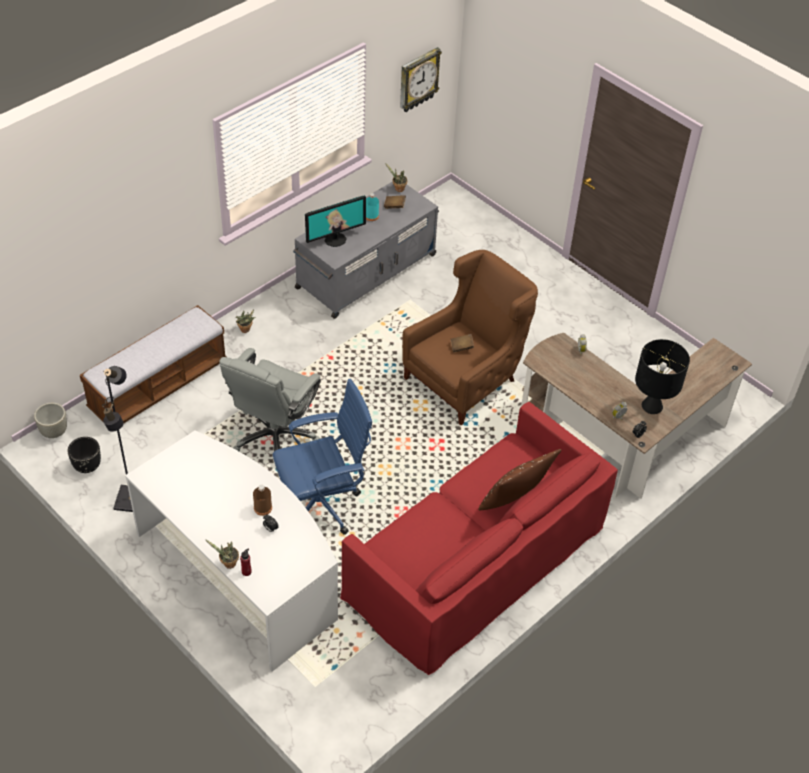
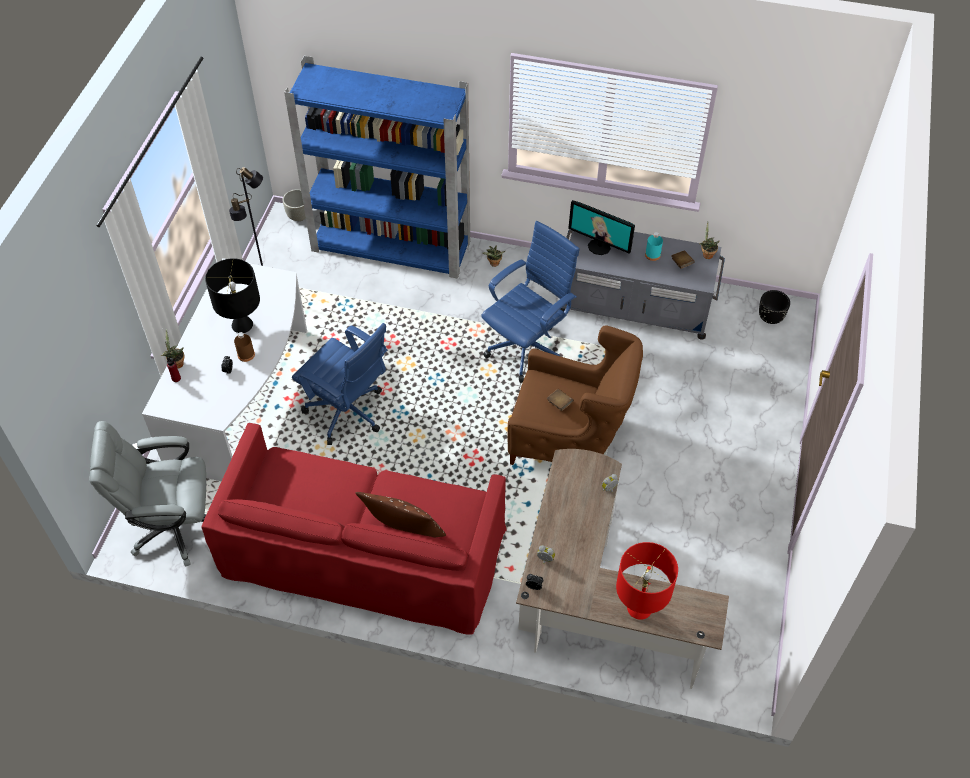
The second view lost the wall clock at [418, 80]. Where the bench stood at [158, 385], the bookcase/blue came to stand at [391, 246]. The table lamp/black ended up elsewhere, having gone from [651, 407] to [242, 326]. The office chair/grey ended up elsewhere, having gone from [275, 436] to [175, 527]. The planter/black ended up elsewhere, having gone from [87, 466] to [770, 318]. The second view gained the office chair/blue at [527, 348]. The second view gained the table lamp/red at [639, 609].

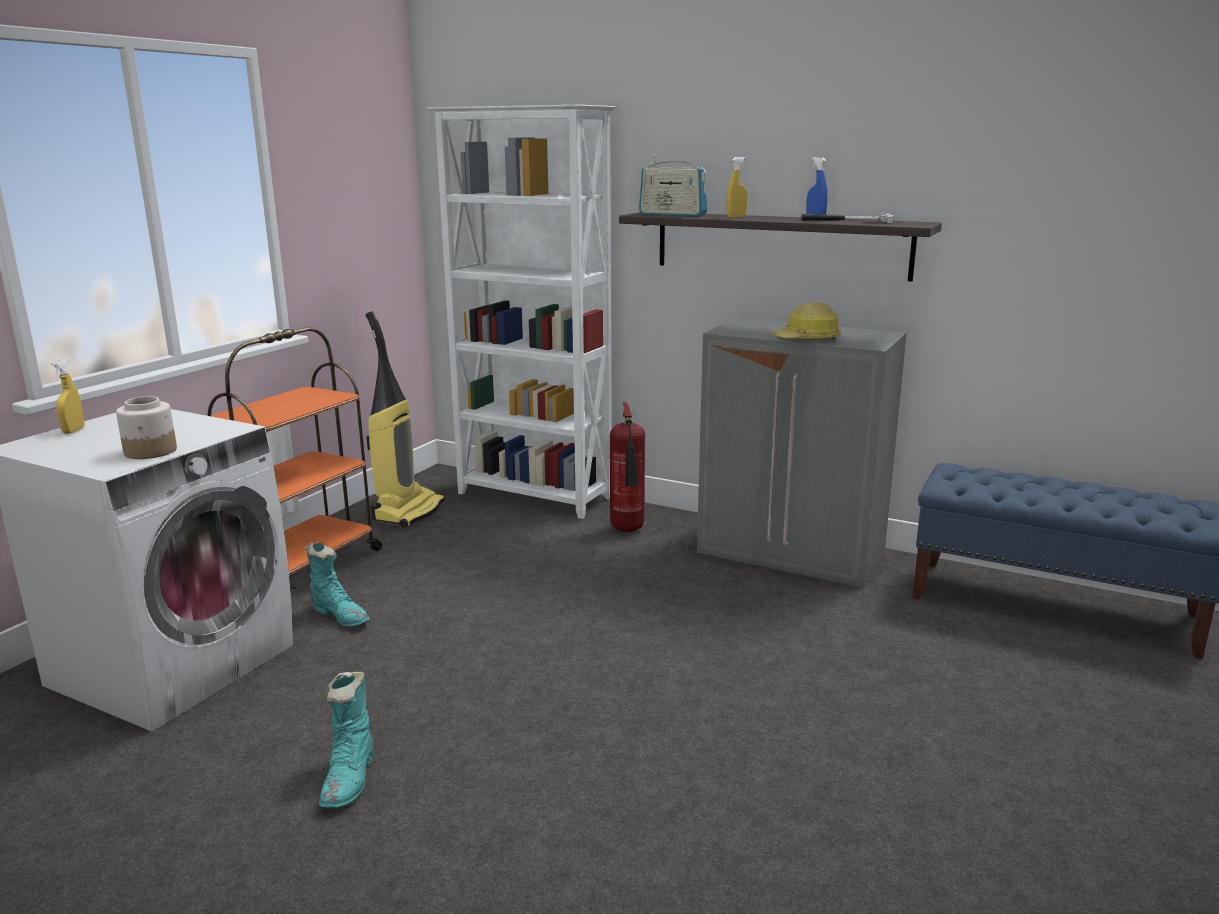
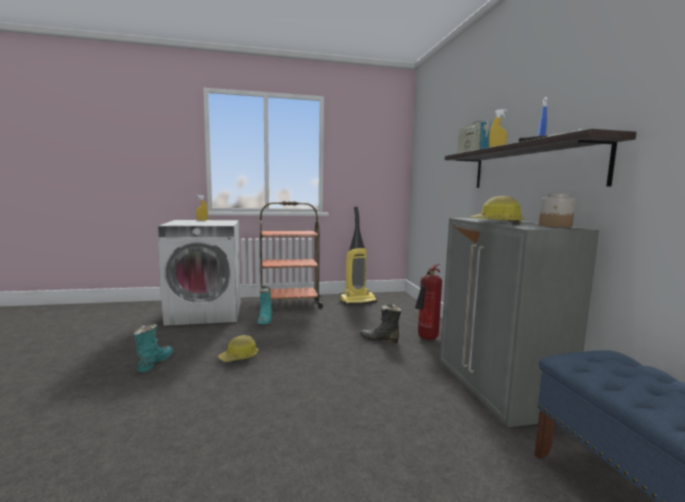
The second view lost the bookcase/white at [534, 496]. The jar ended up elsewhere, having gone from [151, 451] to [555, 226]. The boot/turquoise at [350, 778] ended up facing another way, 135 degrees clockwise from before. The second view gained the boot/black at [379, 340]. The second view gained the hard hat at [239, 357].

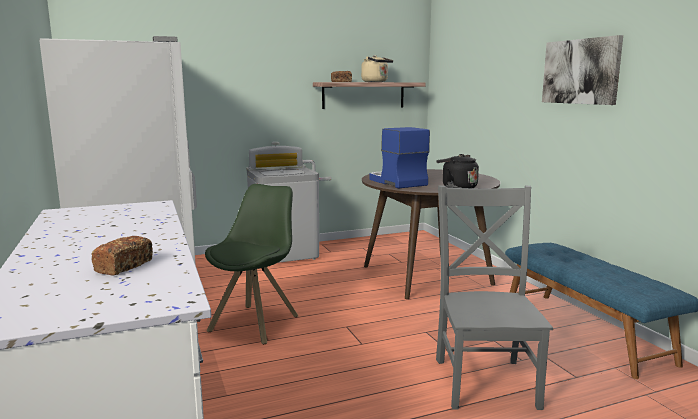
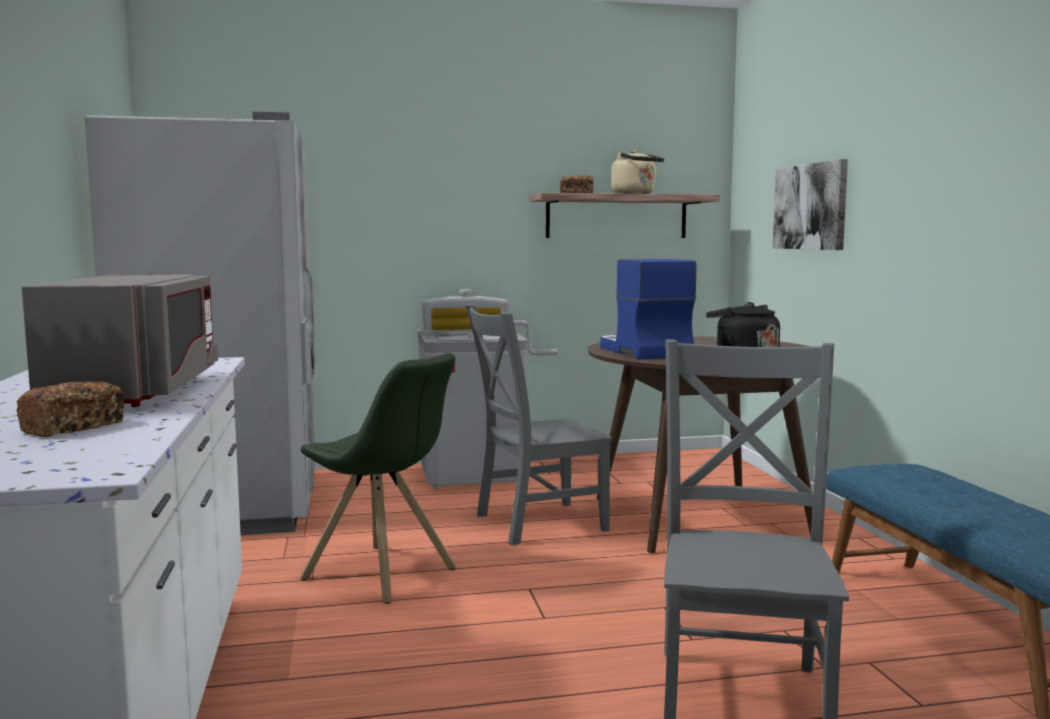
The picture ended up elsewhere, having gone from [580, 71] to [810, 207]. The chair/green at [255, 323] ended up facing another way, 90 degrees clockwise from before. The second view gained the microwave/grey at [136, 392]. The second view gained the chair/grey at [535, 523].

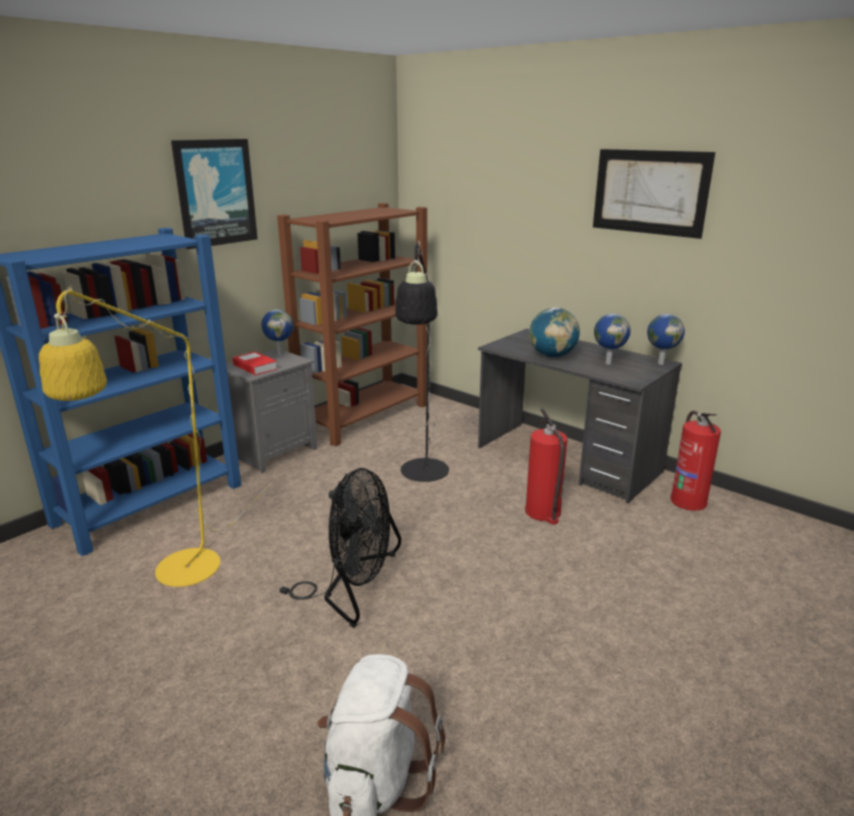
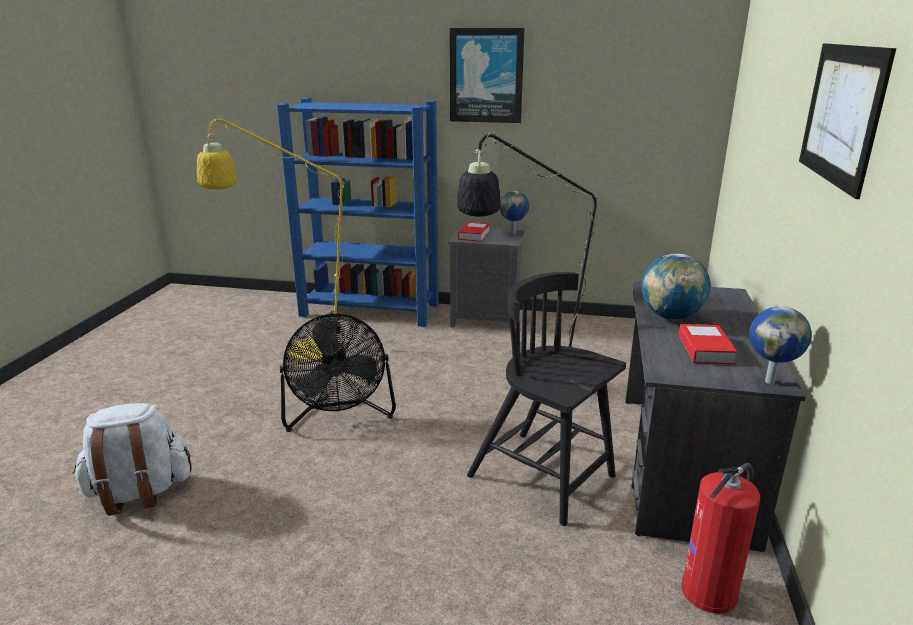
The second view lost the bookcase/brown at [364, 416]. Where the globe stood at [608, 363], the book came to stand at [705, 349]. Where the fire extinguisher stood at [543, 512], the chair/black came to stand at [544, 477].

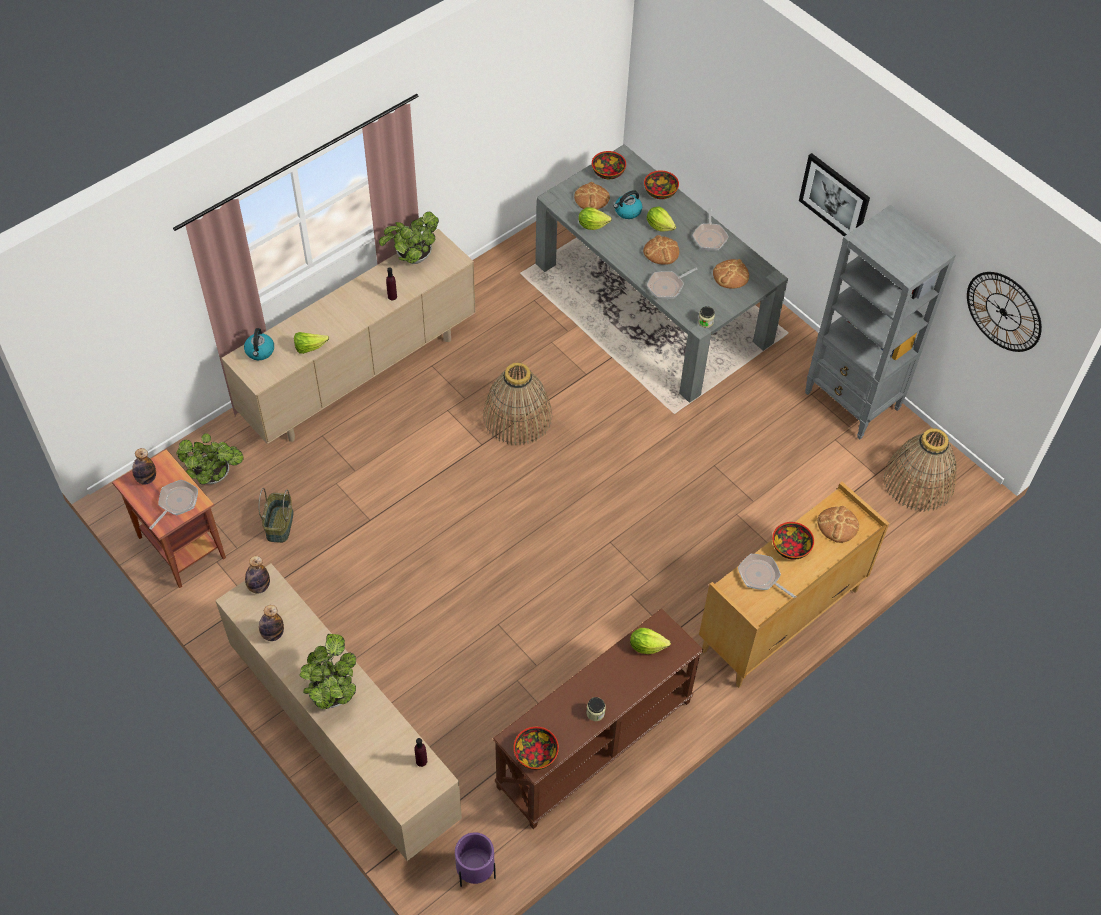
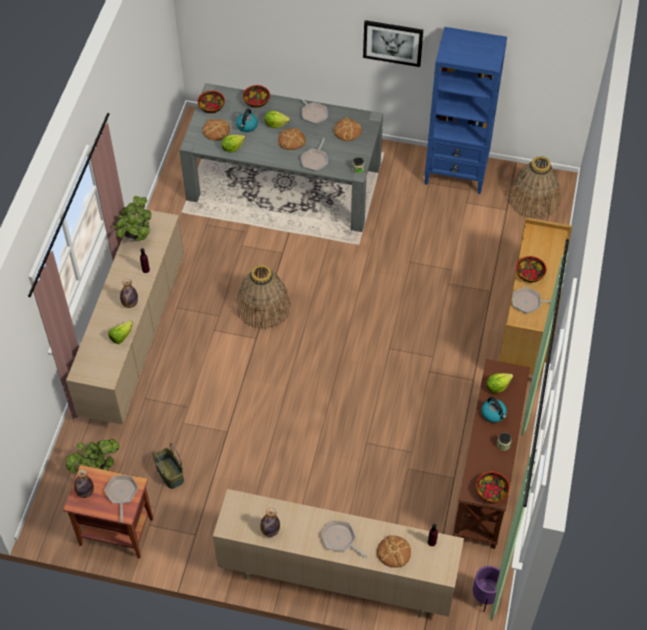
What was the bookcase/grey at [852, 401] turned into the bookcase/blue at [456, 173]. The second view lost the wall clock at [1003, 311]. The kettle ended up elsewhere, having gone from [260, 351] to [494, 414]. The bread ended up elsewhere, having gone from [837, 525] to [393, 552]. The bottle ended up elsewhere, having gone from [259, 587] to [130, 303]. Where the potted plant stood at [332, 692], the frying pan came to stand at [340, 539].

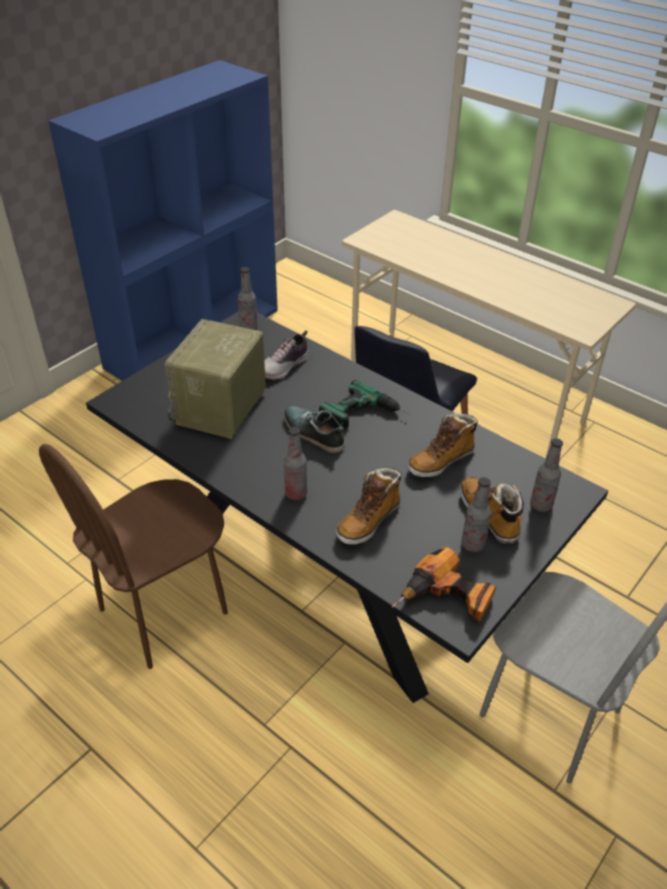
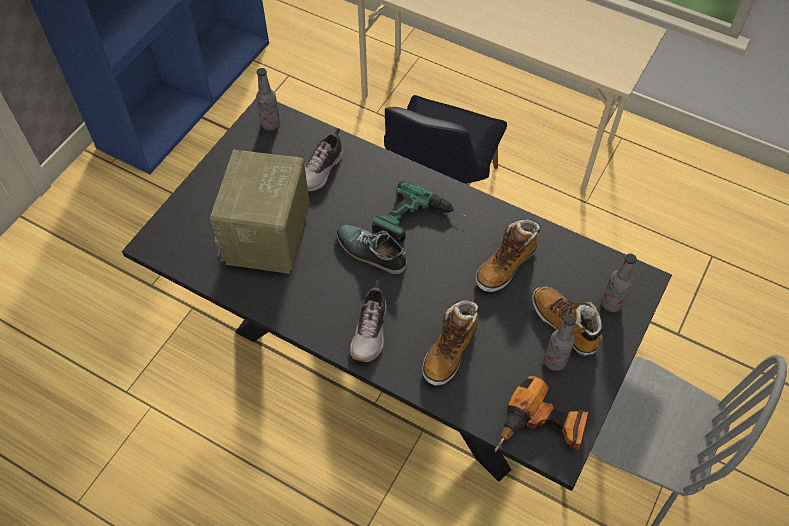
Where the bottle stood at [296, 493], the shoe came to stand at [371, 331]. The second view lost the chair/brown at [164, 612].

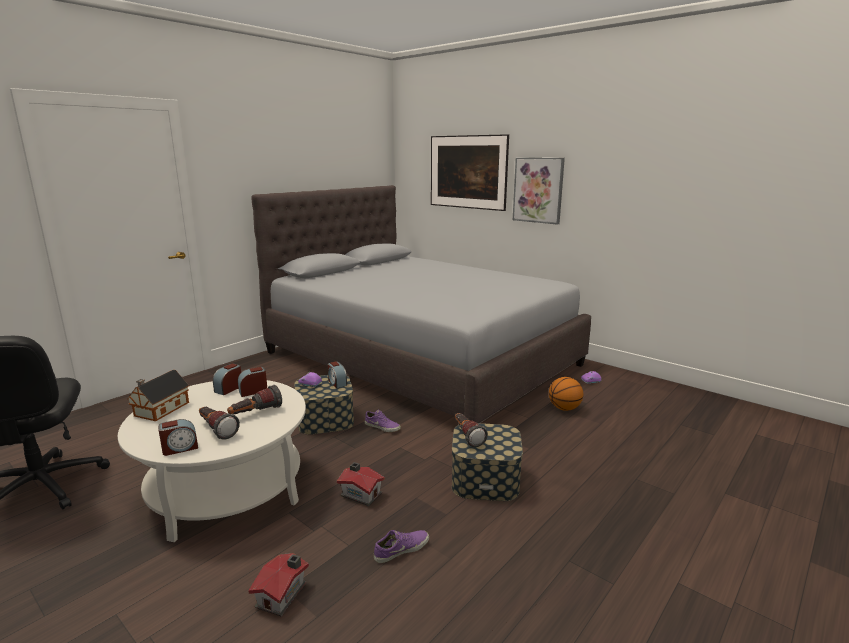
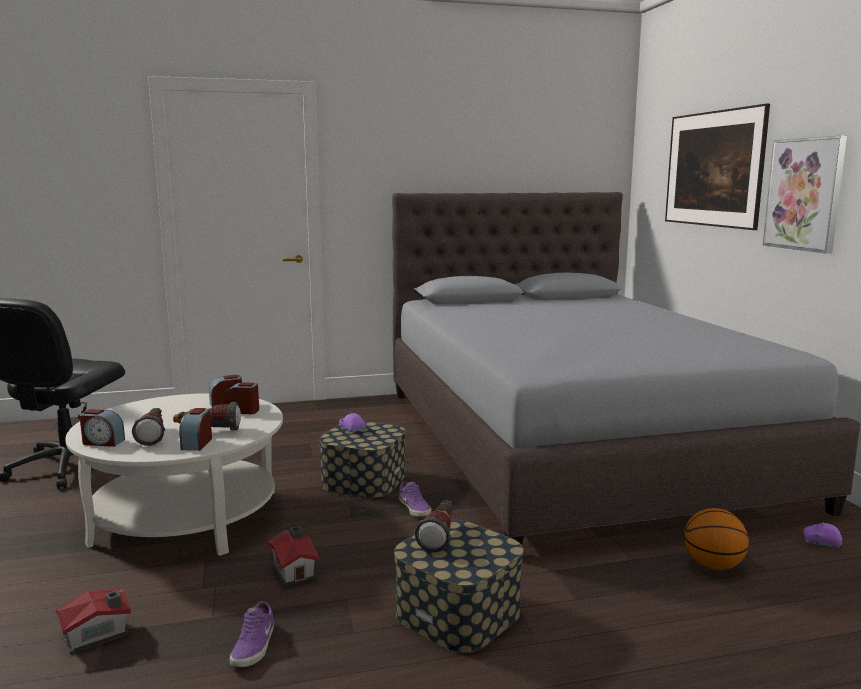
The alarm clock ended up elsewhere, having gone from [337, 382] to [197, 443]. The second view lost the toy house at [160, 410]. The shoe/purple at [401, 549] ended up facing another way, 90 degrees clockwise from before.

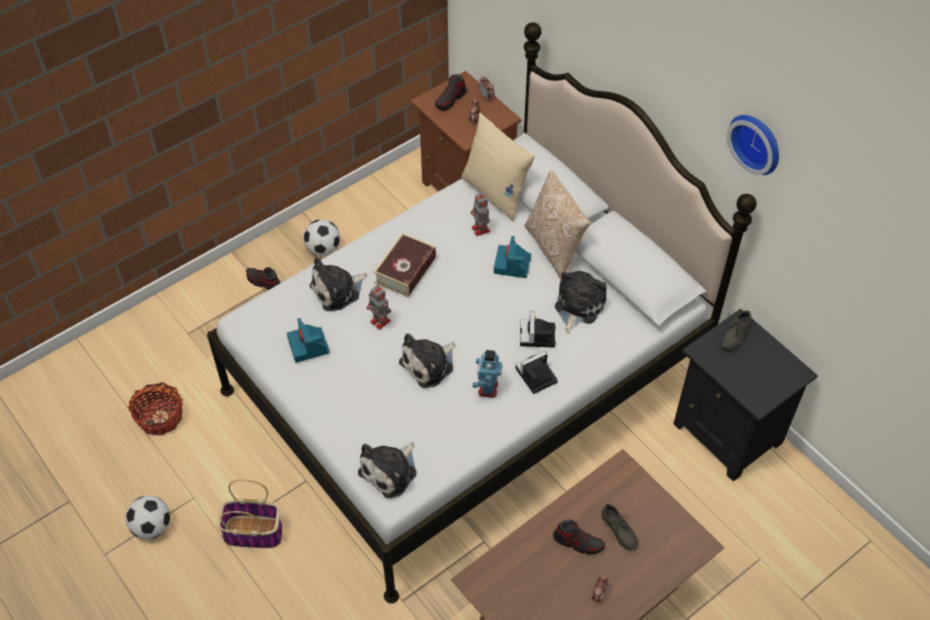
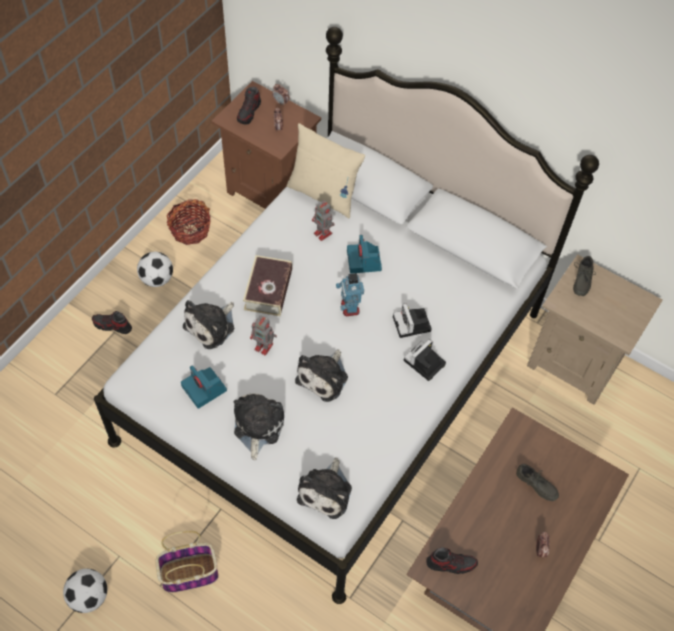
The second view lost the wall clock at [757, 142]. The second view lost the pillow at [554, 248]. The plush toy ended up elsewhere, having gone from [578, 306] to [257, 426]. What was the nightstand/black at [726, 435] turned into the nightstand/beige at [574, 364]. The toy robot ended up elsewhere, having gone from [487, 388] to [349, 307]. The basket ended up elsewhere, having gone from [160, 417] to [190, 230]. The shoe ended up elsewhere, having gone from [578, 542] to [451, 563].

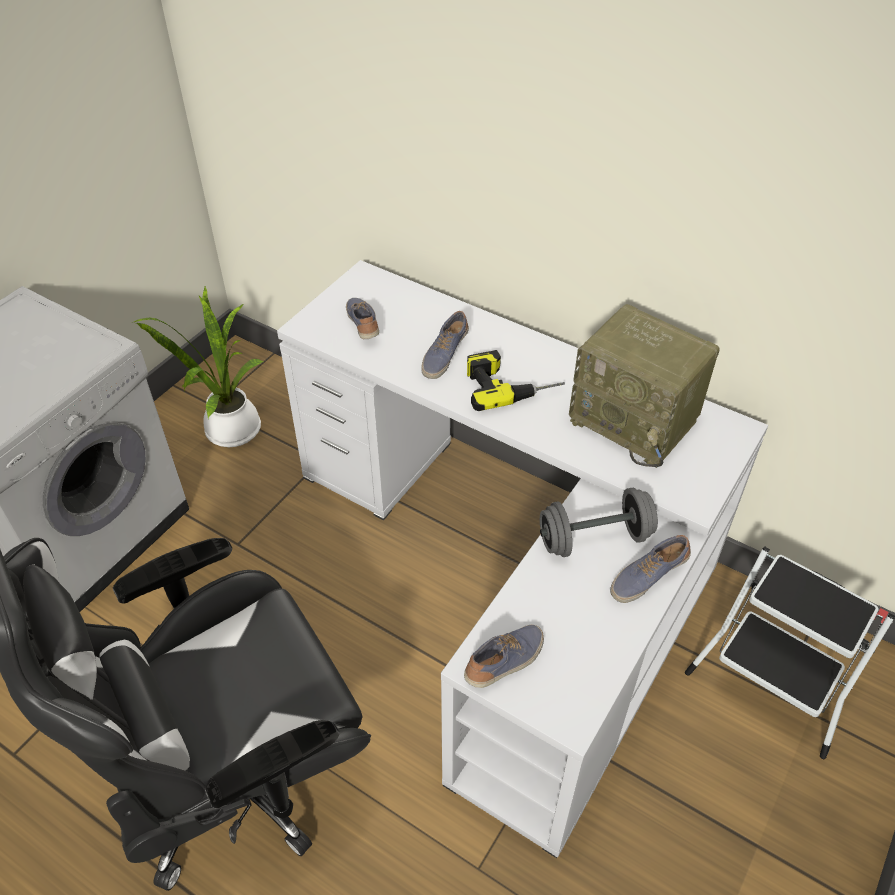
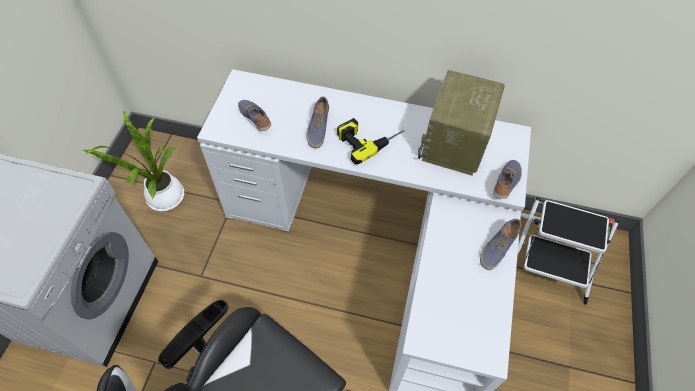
The radio at [636, 421] ended up facing another way, 90 degrees clockwise from before. The second view lost the dumbbell/grey at [594, 538]. The shoe ended up elsewhere, having gone from [505, 662] to [506, 183].

